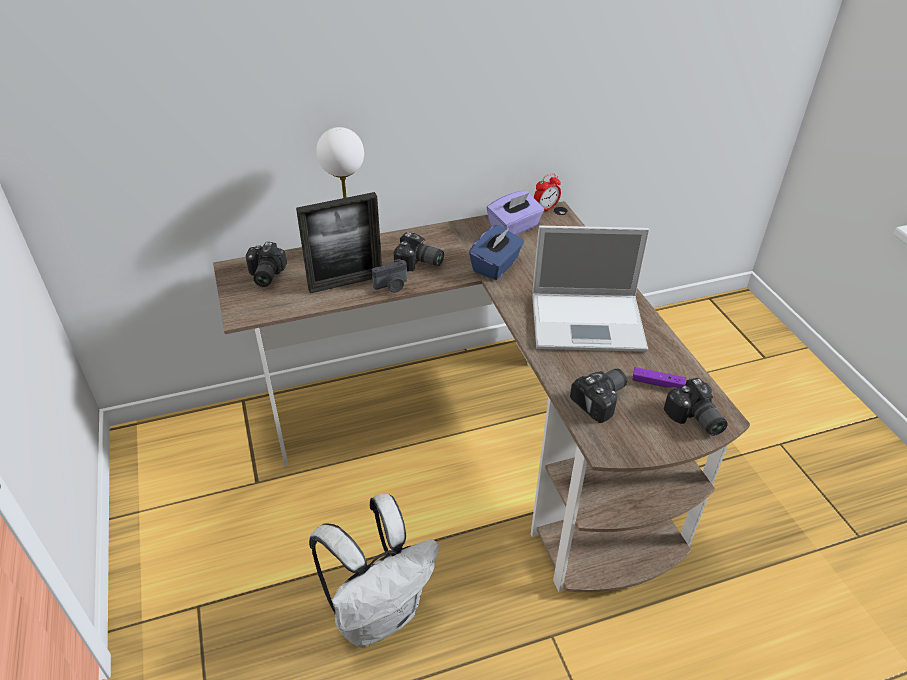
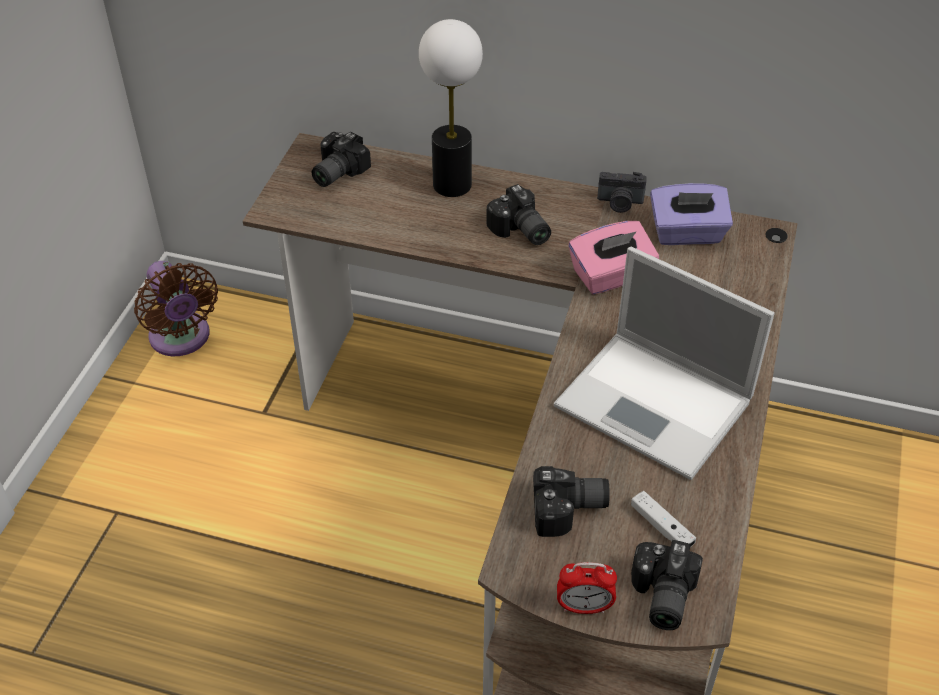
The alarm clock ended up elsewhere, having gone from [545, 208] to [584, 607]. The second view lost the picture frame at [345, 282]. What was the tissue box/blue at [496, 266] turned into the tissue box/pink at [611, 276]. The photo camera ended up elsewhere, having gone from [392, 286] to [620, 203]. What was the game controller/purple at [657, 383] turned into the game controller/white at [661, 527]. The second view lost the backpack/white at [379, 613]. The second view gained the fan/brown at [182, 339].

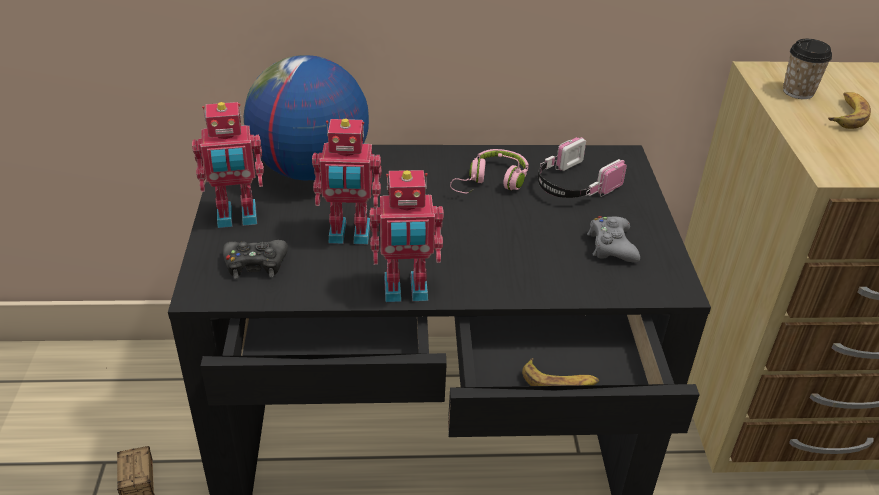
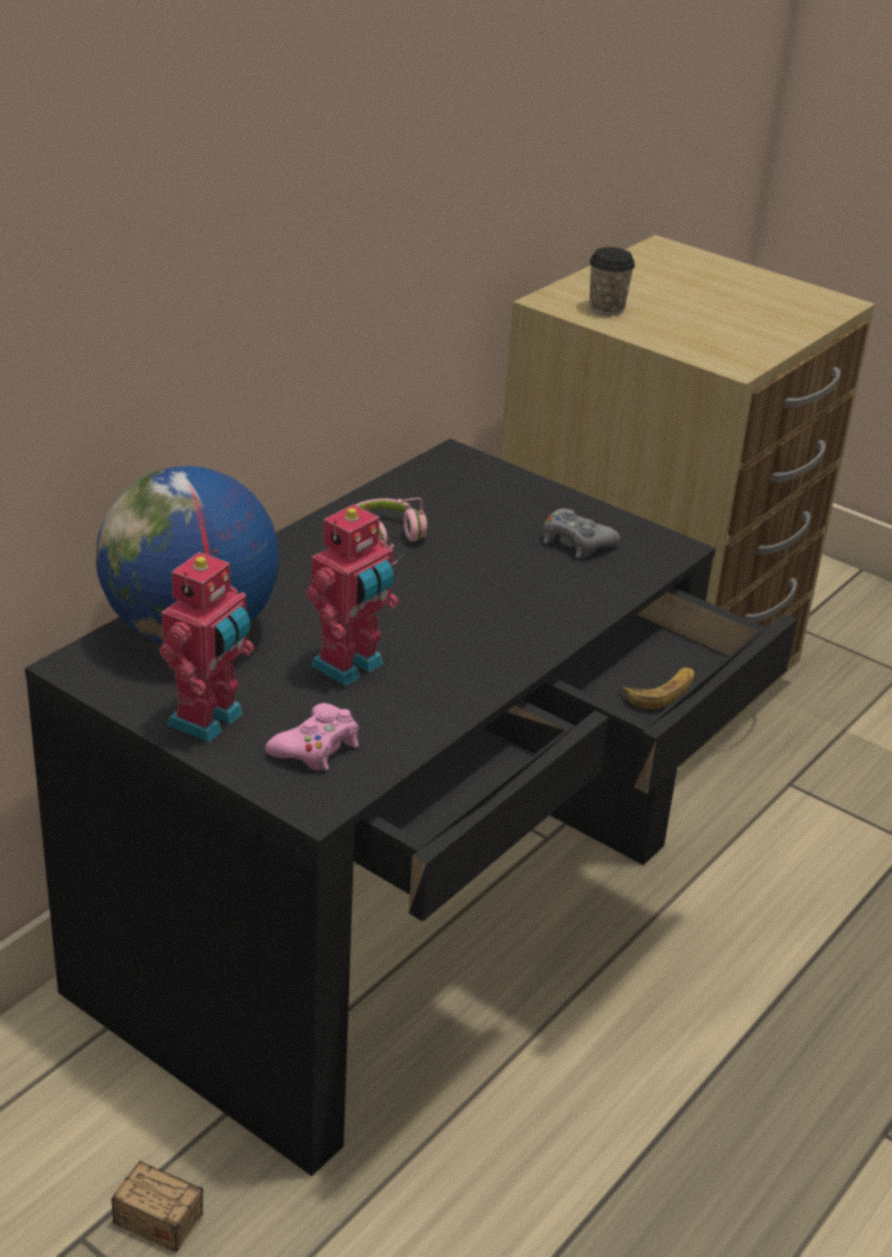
The second view lost the banana at [846, 115]. The second view lost the headphones at [573, 186]. The second view lost the toy robot at [406, 291]. What was the game controller/black at [255, 264] turned into the game controller/pink at [316, 747].

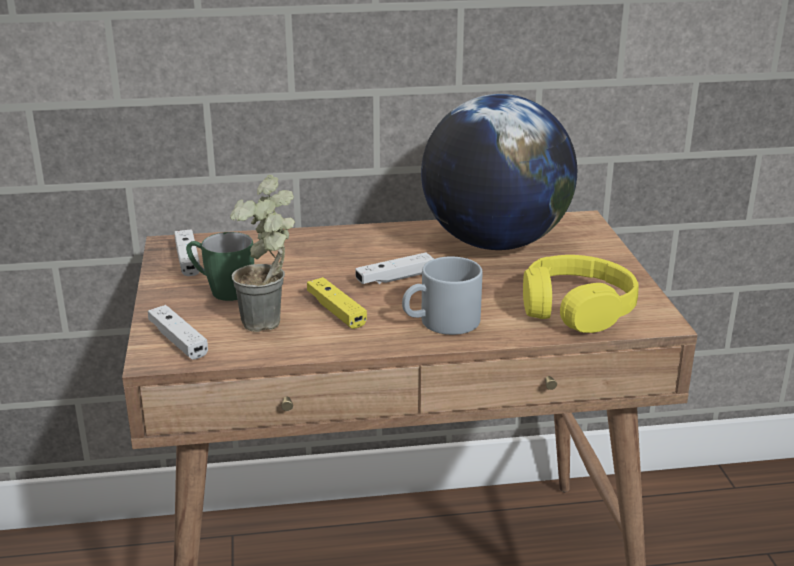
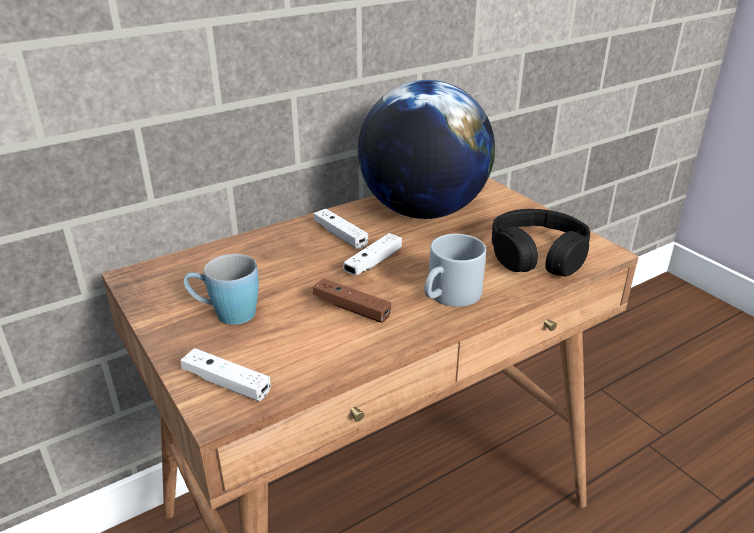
The second view lost the potted plant at [272, 326]. The game controller/white ended up elsewhere, having gone from [188, 260] to [340, 235]. What was the mug/green at [222, 290] turned into the mug/blue at [226, 314]. What was the headphones/yellow at [576, 309] turned into the headphones/black at [537, 255]. What was the game controller/yellow at [336, 311] turned into the game controller/brown at [351, 308].

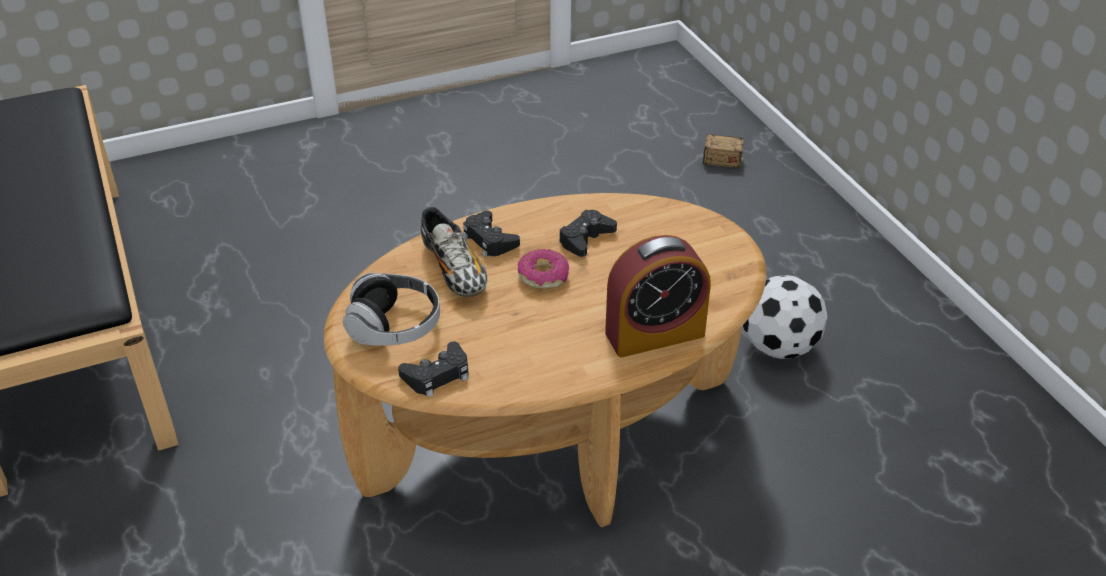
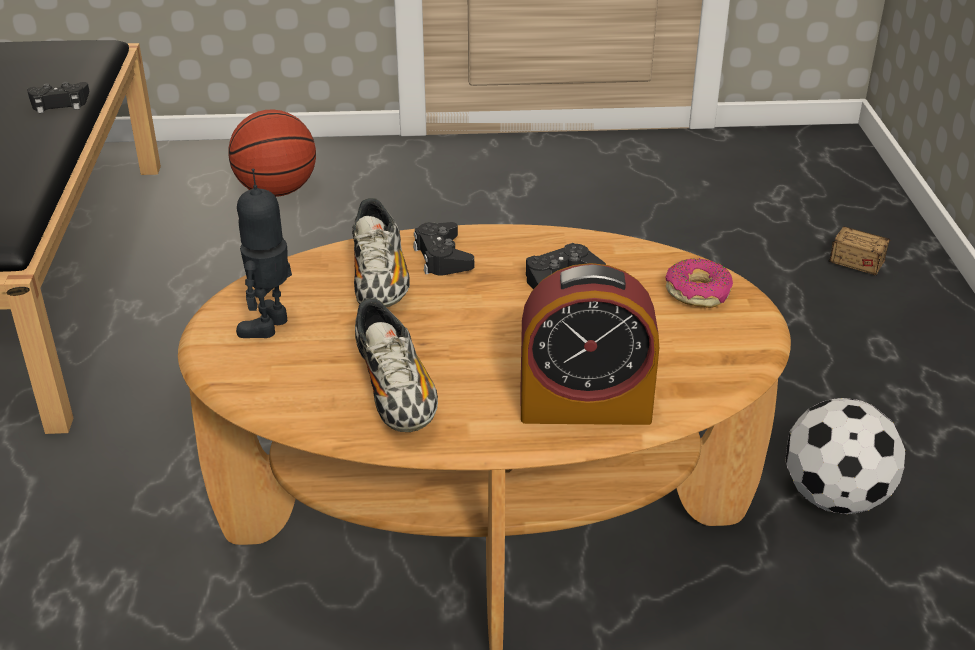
The donut ended up elsewhere, having gone from [543, 276] to [698, 292]. Where the headphones stood at [394, 326], the toy robot came to stand at [270, 326]. The game controller/black ended up elsewhere, having gone from [437, 375] to [59, 103]. The second view gained the basketball at [276, 191]. The second view gained the shoe at [396, 392].

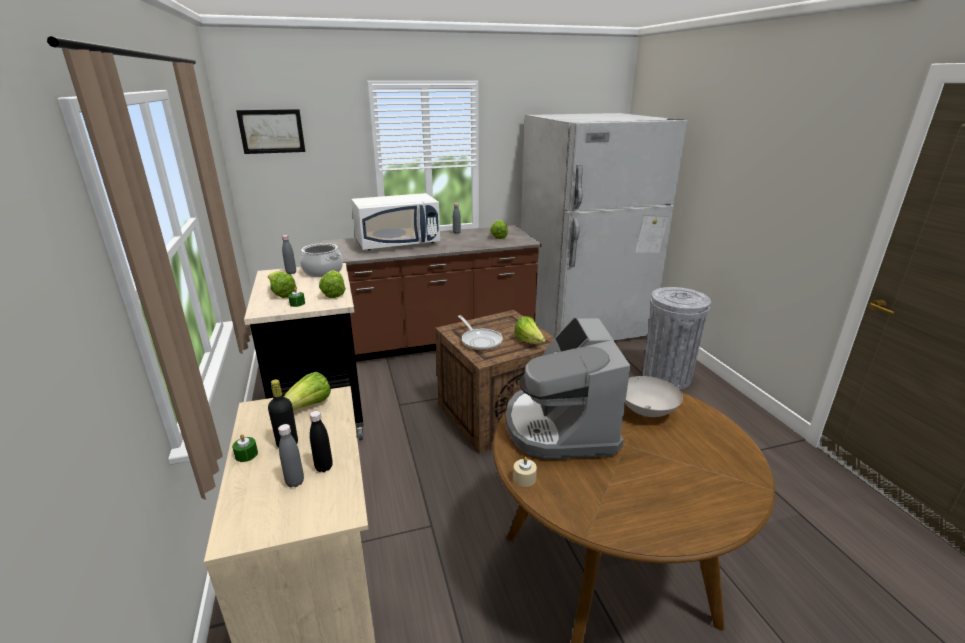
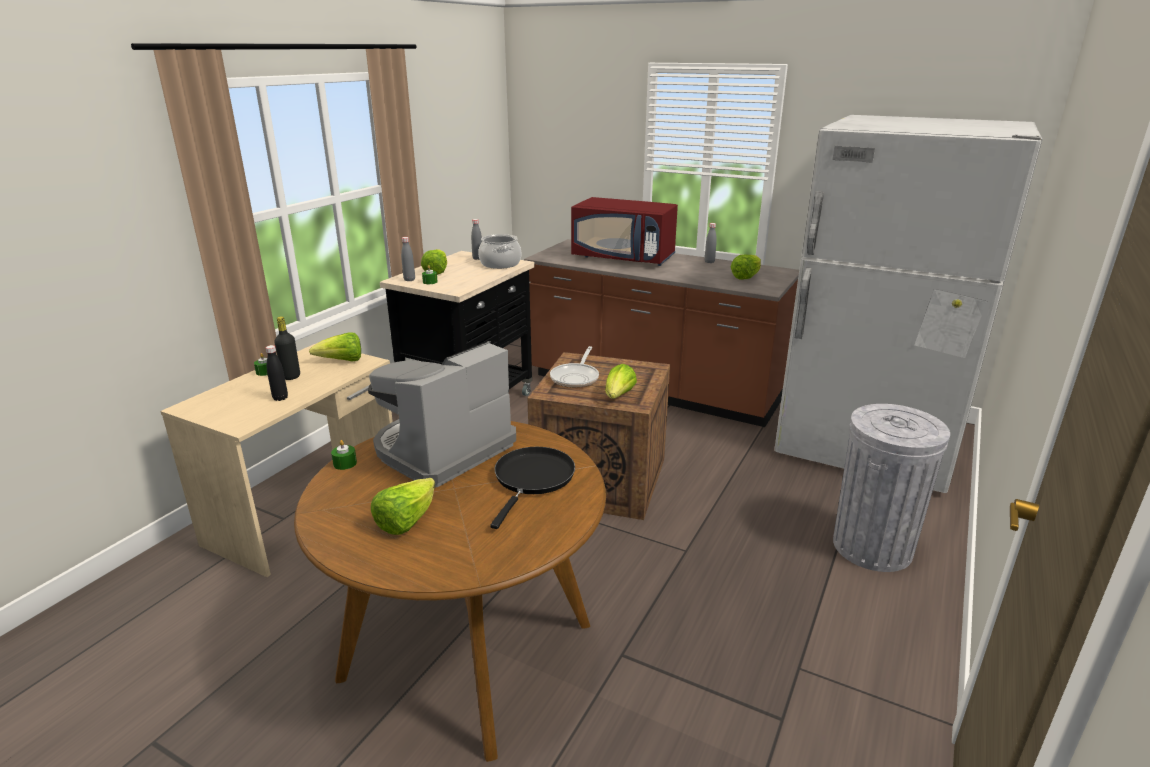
The second view lost the picture at [272, 131]. What was the microwave/white at [398, 244] turned into the microwave/red at [624, 258]. The lettuce ended up elsewhere, having gone from [333, 293] to [406, 521]. Where the bowl/white stood at [647, 410], the frying pan/black came to stand at [532, 479]. The bottle/grey ended up elsewhere, having gone from [295, 482] to [409, 280]. What was the candle/beige at [524, 478] turned into the candle/green at [345, 463].

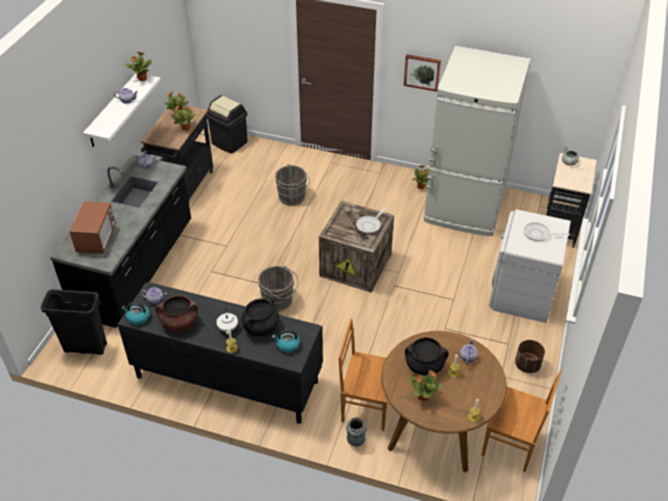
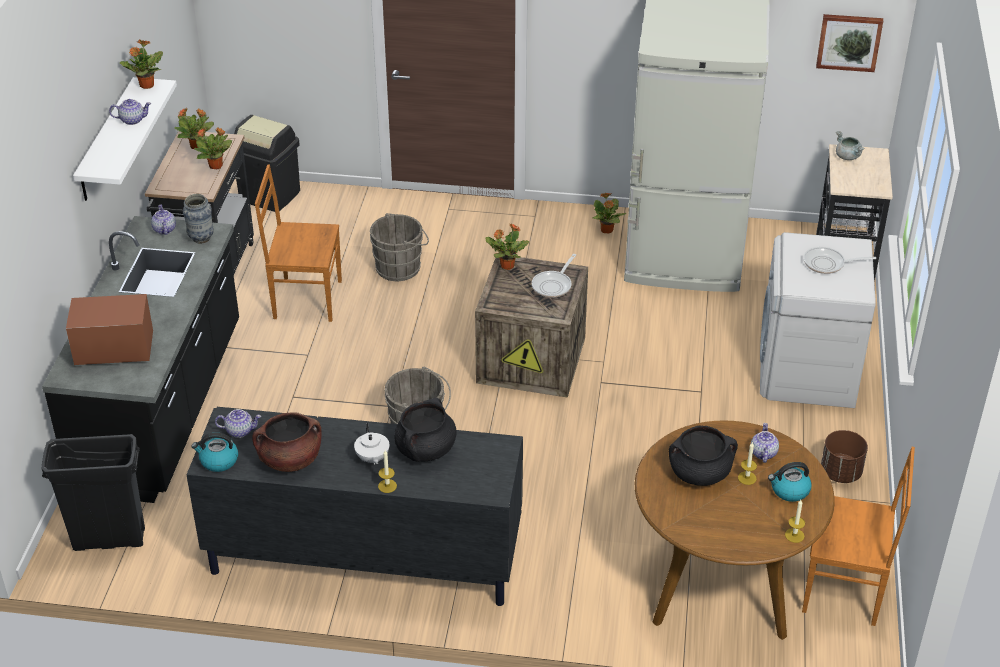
The picture ended up elsewhere, having gone from [422, 72] to [849, 42]. The microwave at [97, 239] ended up facing another way, 90 degrees counterclockwise from before. The chair/brown ended up elsewhere, having gone from [365, 406] to [305, 299]. The kettle ended up elsewhere, having gone from [287, 345] to [789, 490]. The potted plant ended up elsewhere, having gone from [423, 397] to [506, 265]. The vase ended up elsewhere, having gone from [355, 441] to [201, 238].

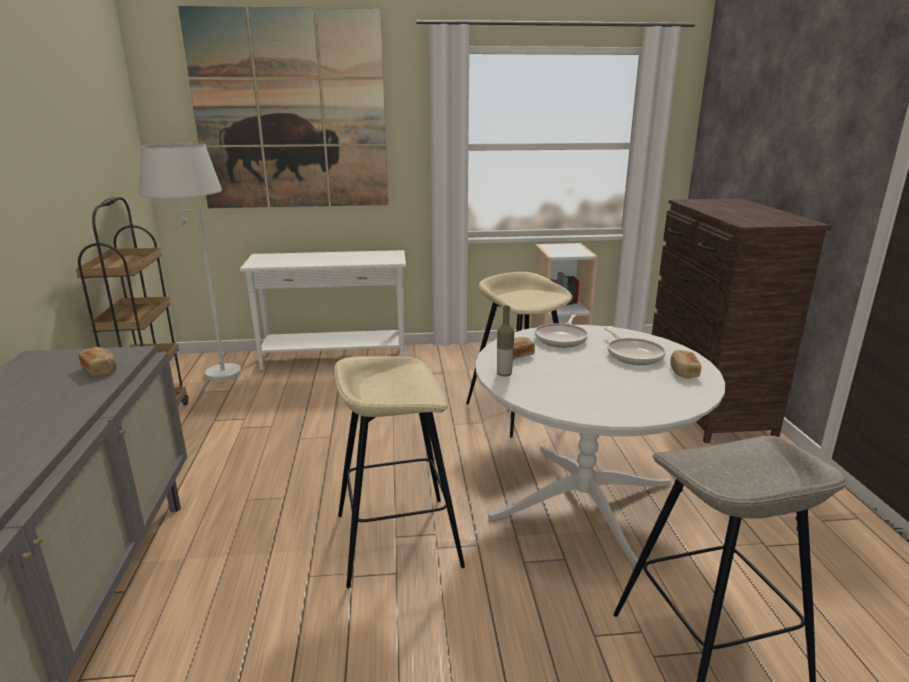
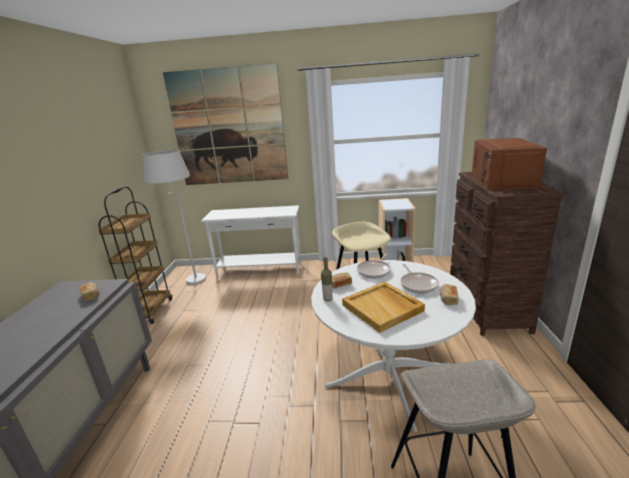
The second view lost the stool/beige at [397, 539]. The second view gained the microwave/brown at [502, 180]. The second view gained the tray/beige at [383, 308].

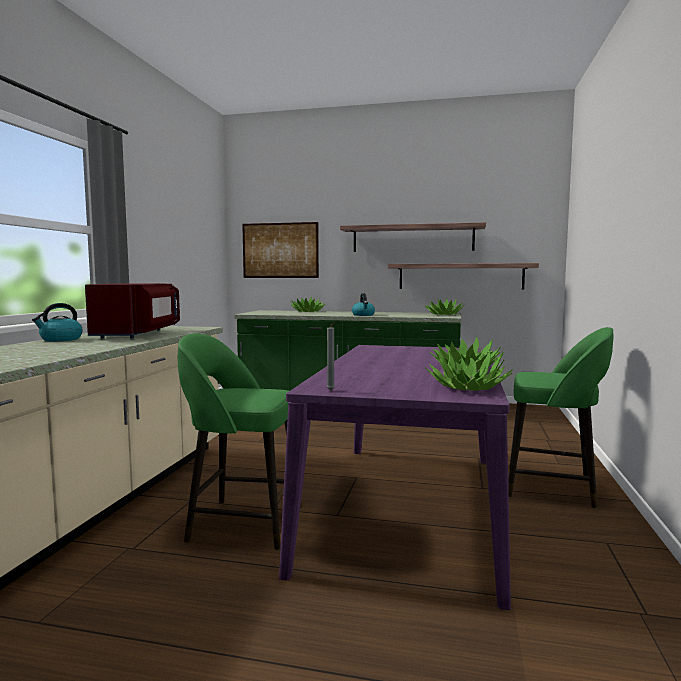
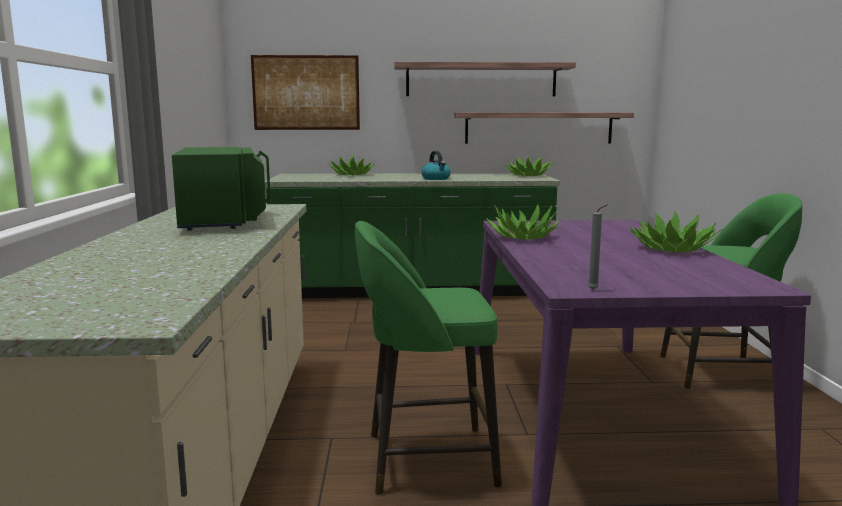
What was the microwave/red at [139, 334] turned into the microwave/green at [224, 221]. The second view lost the kettle at [60, 339]. The potted plant ended up elsewhere, having gone from [468, 387] to [523, 237].

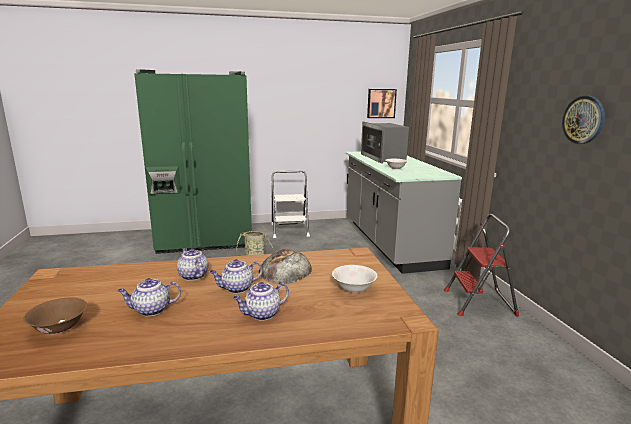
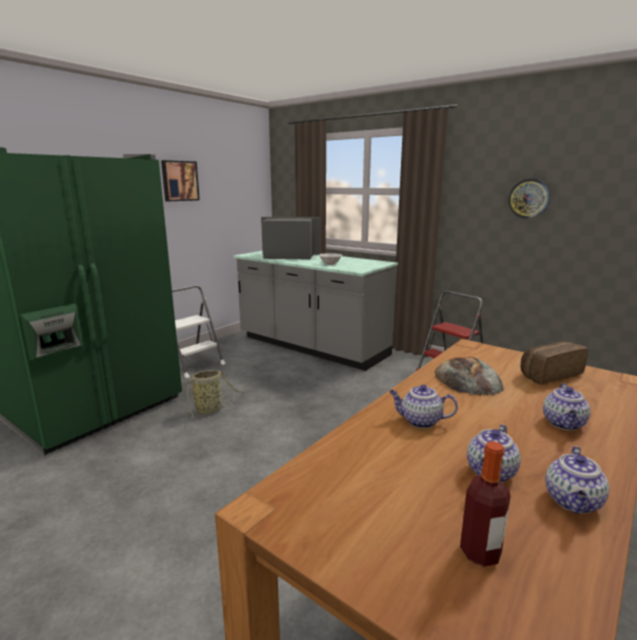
The picture ended up elsewhere, having gone from [381, 103] to [179, 181]. The microwave at [383, 158] ended up facing another way, 150 degrees clockwise from before. The teapot ended up elsewhere, having gone from [236, 288] to [573, 502]. Where the bowl/white stood at [354, 289], the bread came to stand at [548, 374]. Where the bowl/brown stood at [60, 328], the bottle came to stand at [480, 553].

